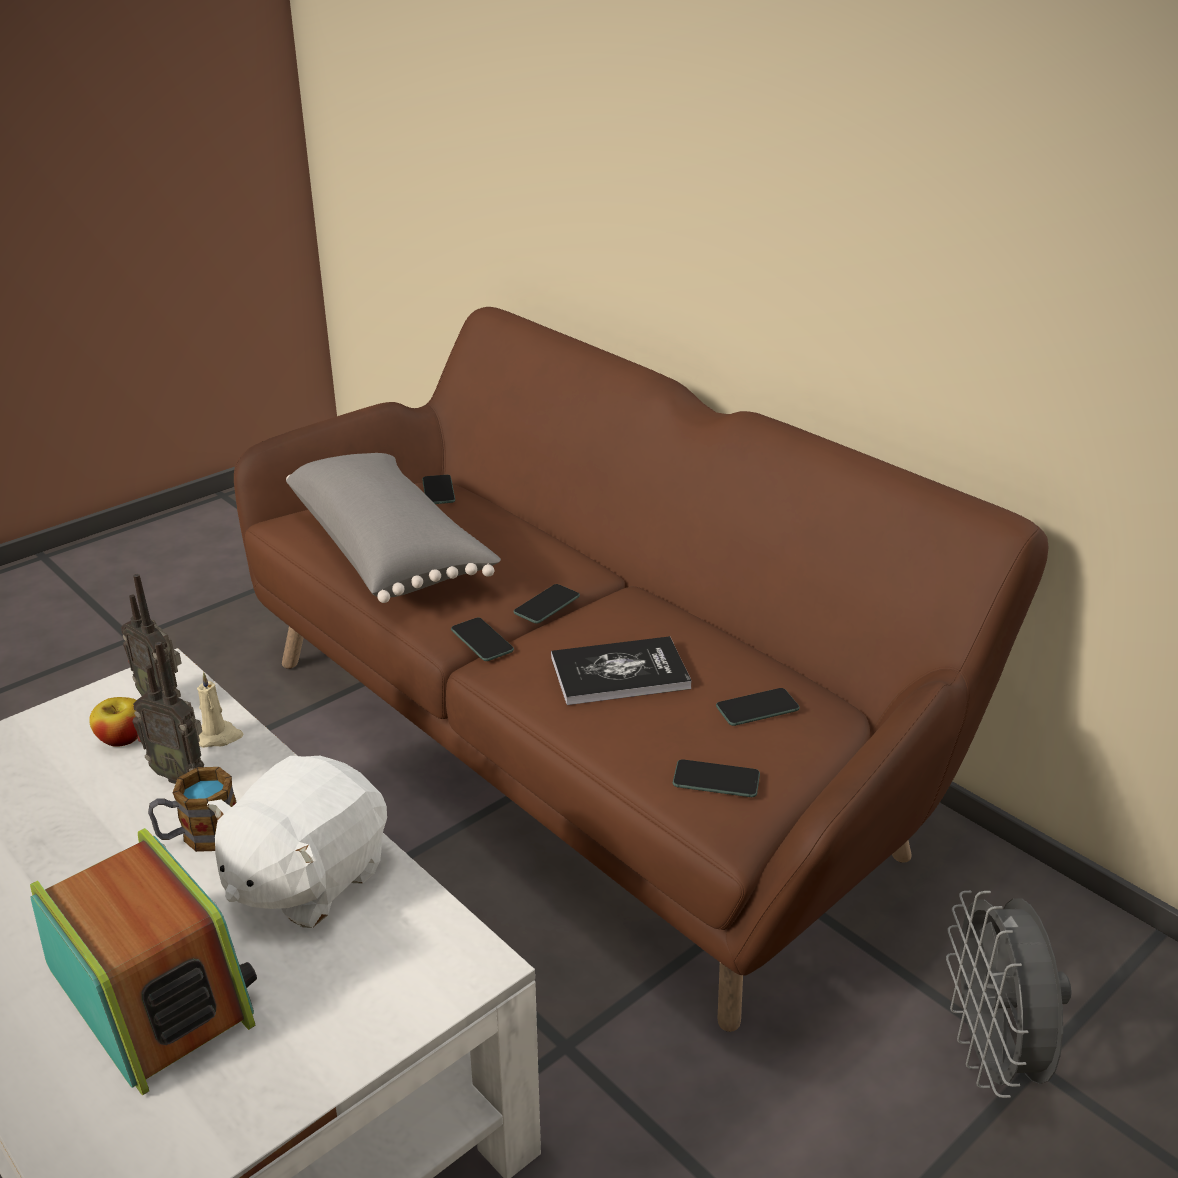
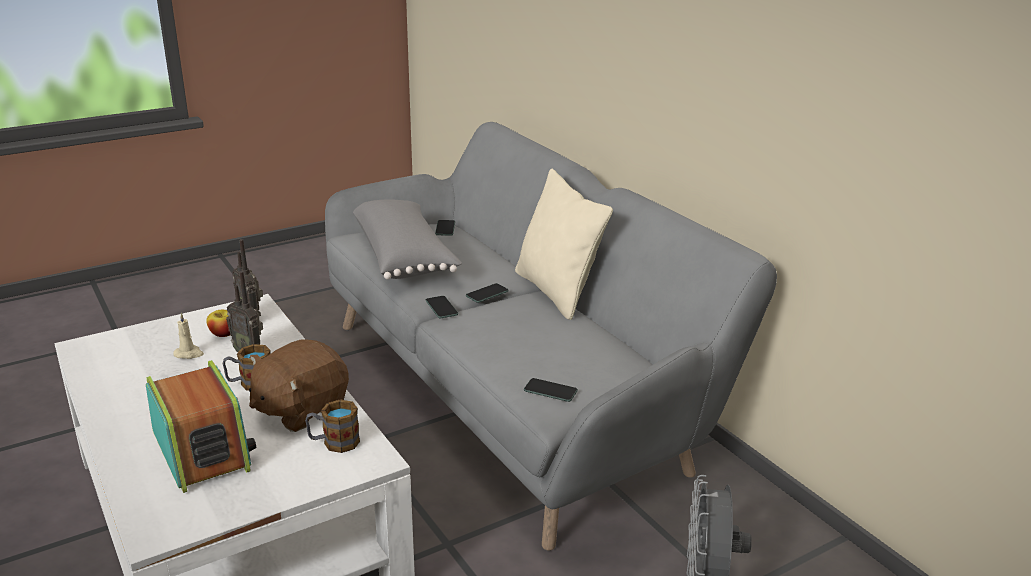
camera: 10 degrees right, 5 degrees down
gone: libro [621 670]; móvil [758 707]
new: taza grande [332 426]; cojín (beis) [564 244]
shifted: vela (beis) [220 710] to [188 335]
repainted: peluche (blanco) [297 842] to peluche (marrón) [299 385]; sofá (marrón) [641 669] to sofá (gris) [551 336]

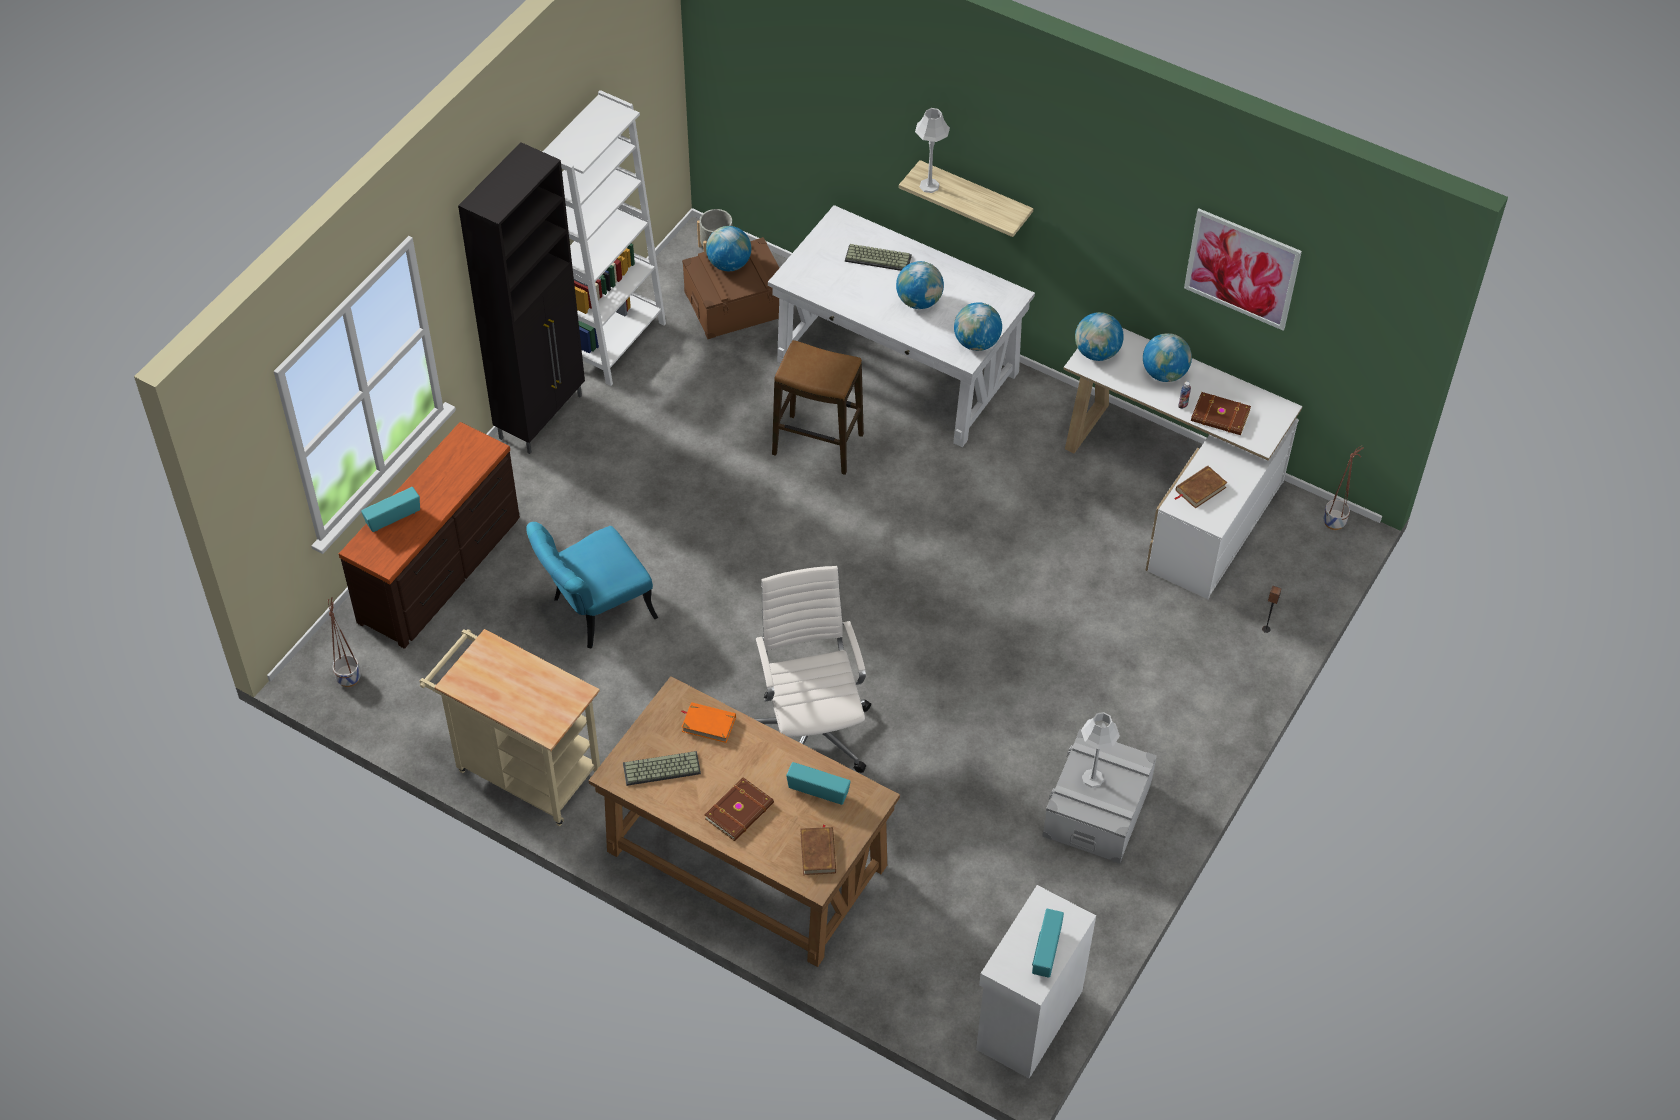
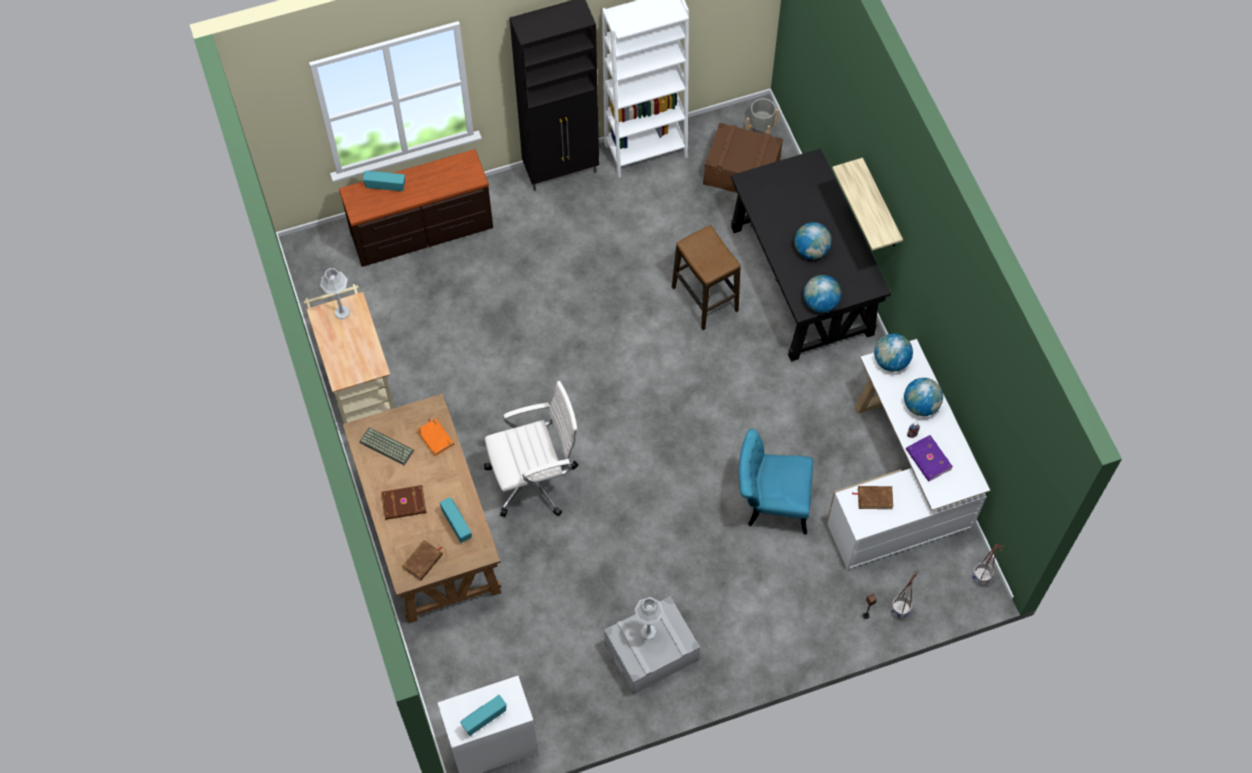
camera: 40 degrees right, 10 degrees up
gone: globo terráqueo [728 248]; teclado [878 257]; cuadro [1243 269]
shifted: lámpara de mesa (gris) [932 150] to [335 293]; silla (turquesa) [592 585] to [775 482]; maceta [344 642] to [905 595]
repainted: escritorio (blanco) [901 326] to escritorio (negro) [811 254]; libro (marrón) [1221 413] to libro (morado) [929 458]
rotated: silla de oficina (blanco) [812 669] = [531 449] 45 degrees clockwise

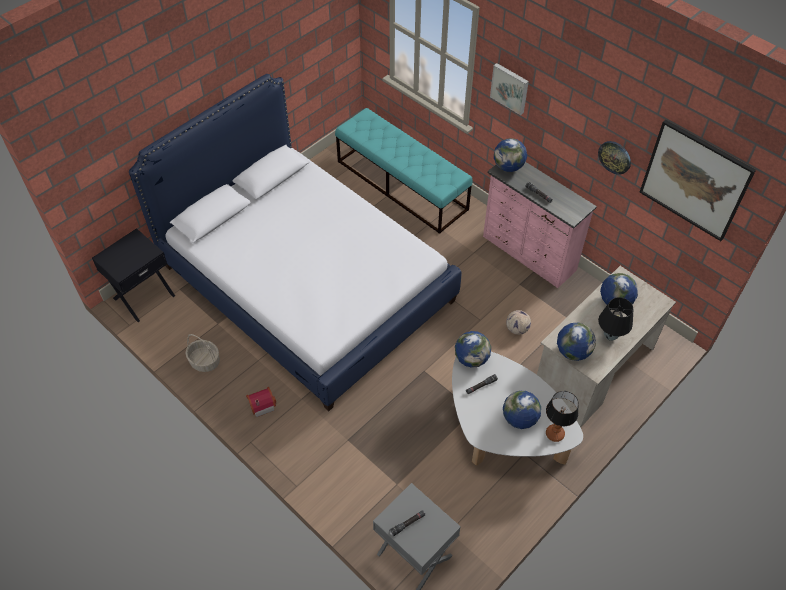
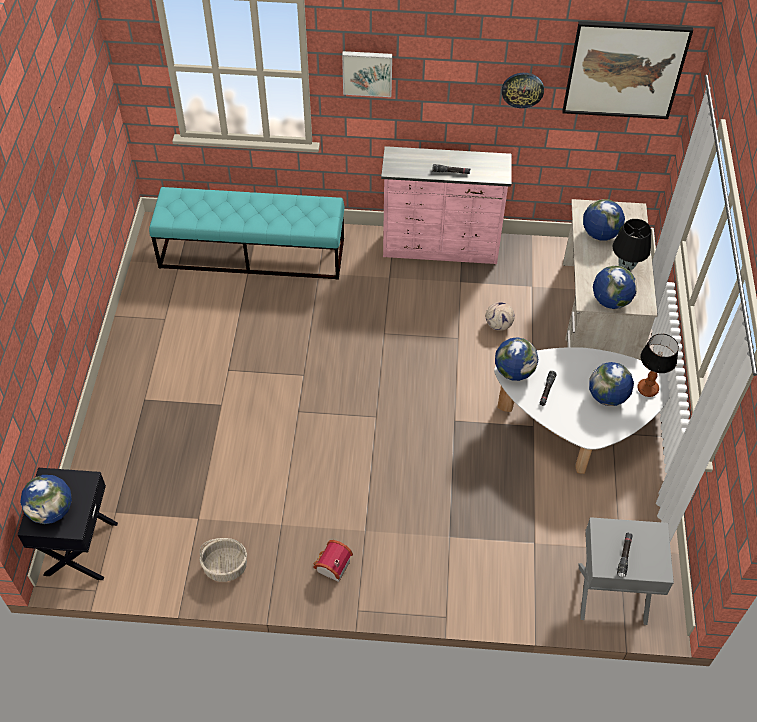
camera: 40 degrees left, 0 degrees up
gone: cama [295 242]
shifted: globo terráqueo [510 155] to [46 499]

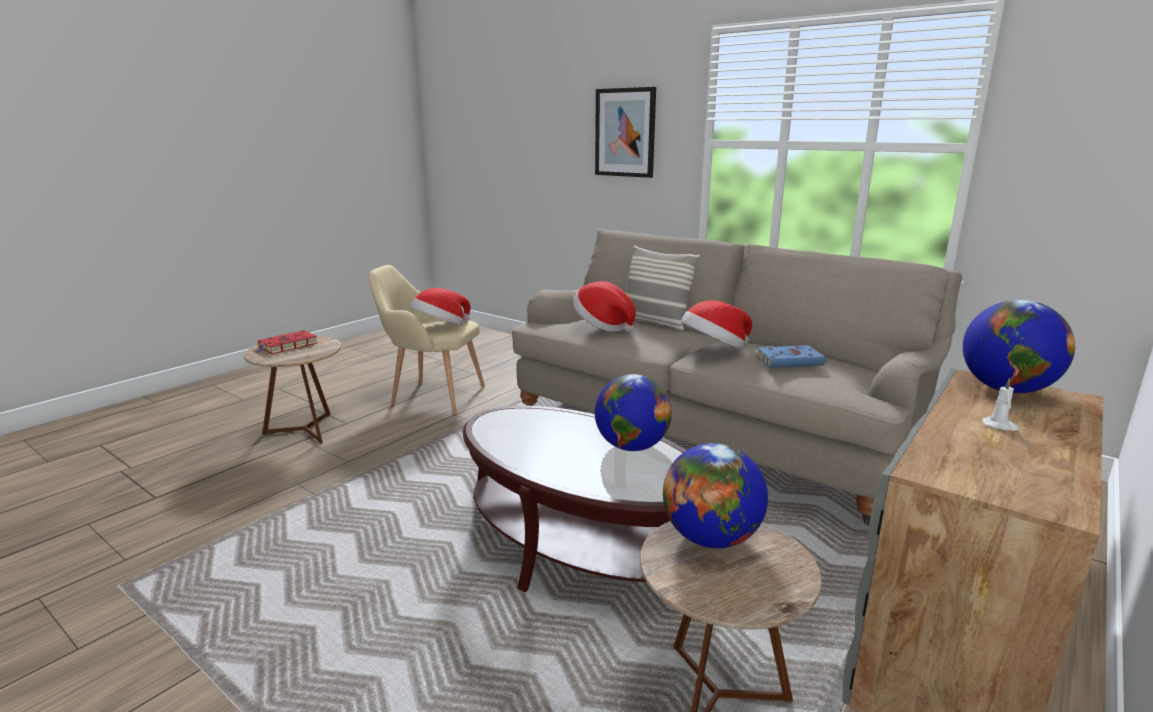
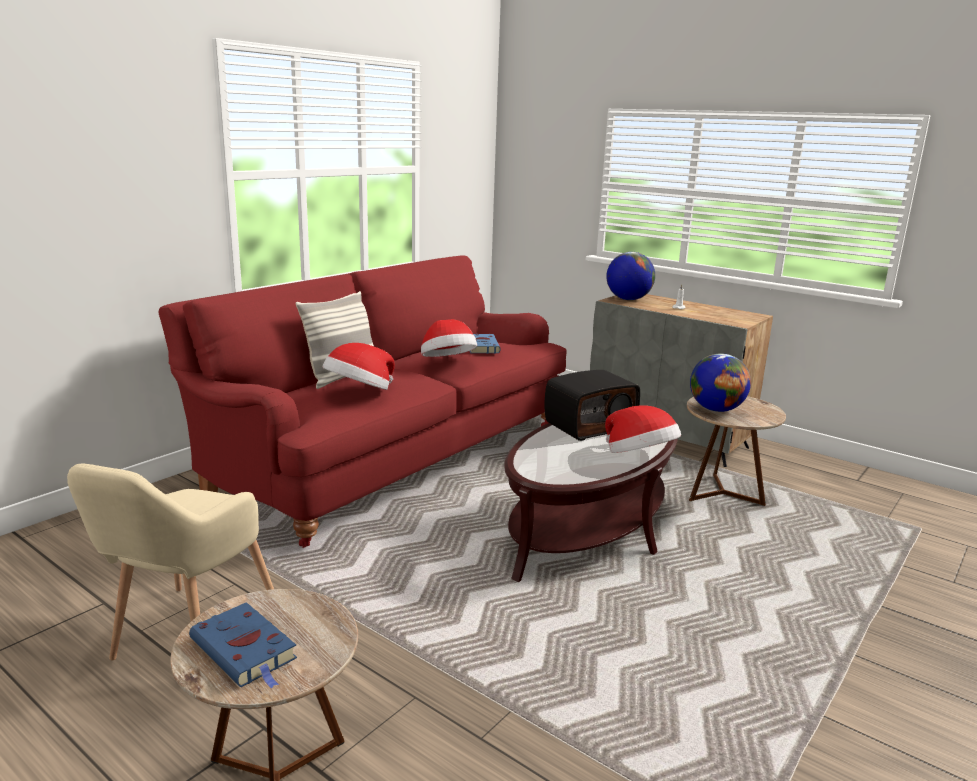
camera: 90 degrees left, 0 degrees up
gone: cuadro [625 132]
shifted: sombrero [440 306] to [643 429]
swapped: globo terráqueo [633 412] to radio [592 405]
repainted: sofá (beis) [737 377] to sofá (rojo) [363 402]; libro (rojo) [286 342] to libro (azul) [243 645]

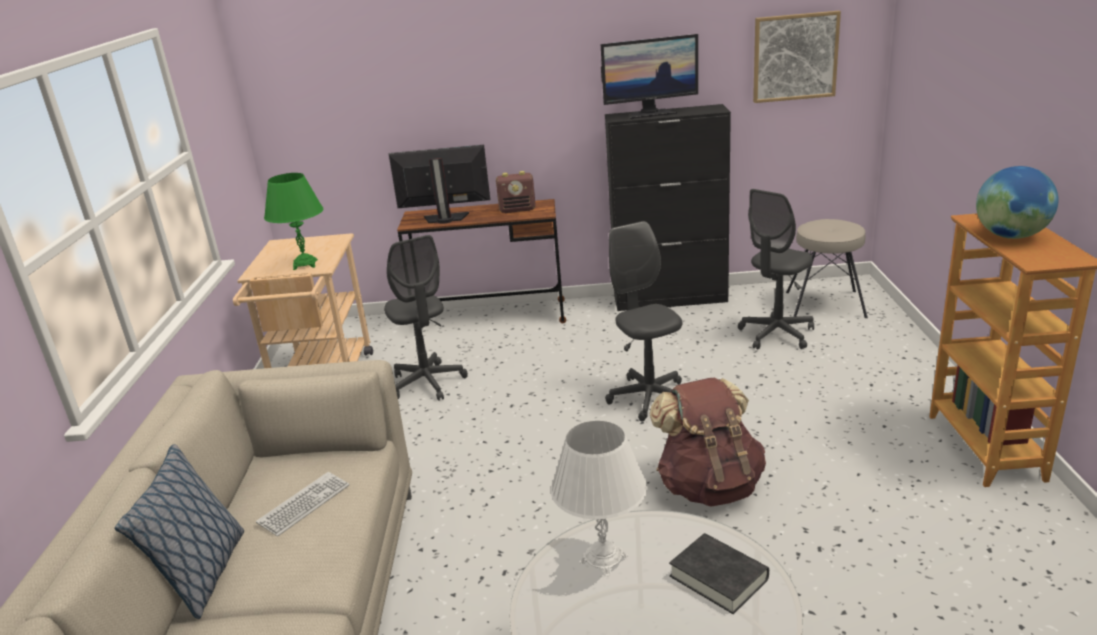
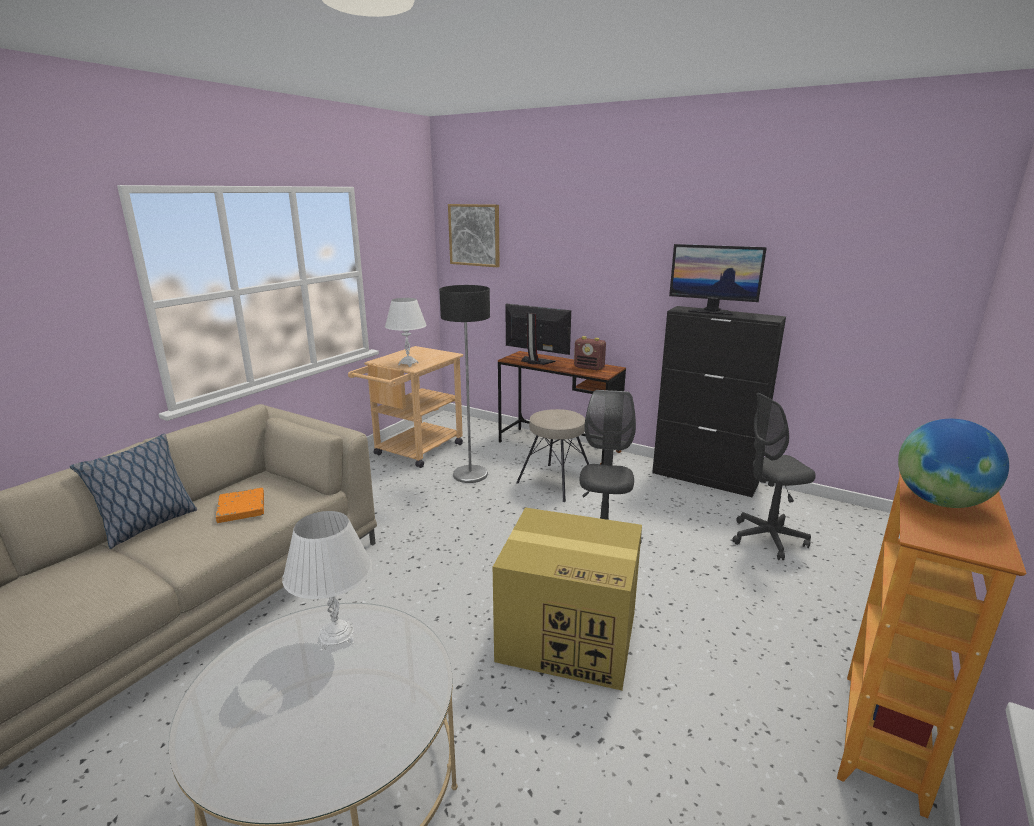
camera: 30 degrees right, 5 degrees down
gone: libro (negro) [719 573]
shifted: cuadro [797 57] to [474 235]; taburete (beis) [827 268] to [552 455]
swapped: teclado [302 504] to libro (naranja) [240 505]; silla de oficina (gris) [426 318] to lámpara de pie [464 384]; mochila (marrón) [708 442] to caja de cartón [567 599]
repainted: lámpara de mesa (verde) [293 221] to lámpara de mesa (blanco) [406 332]

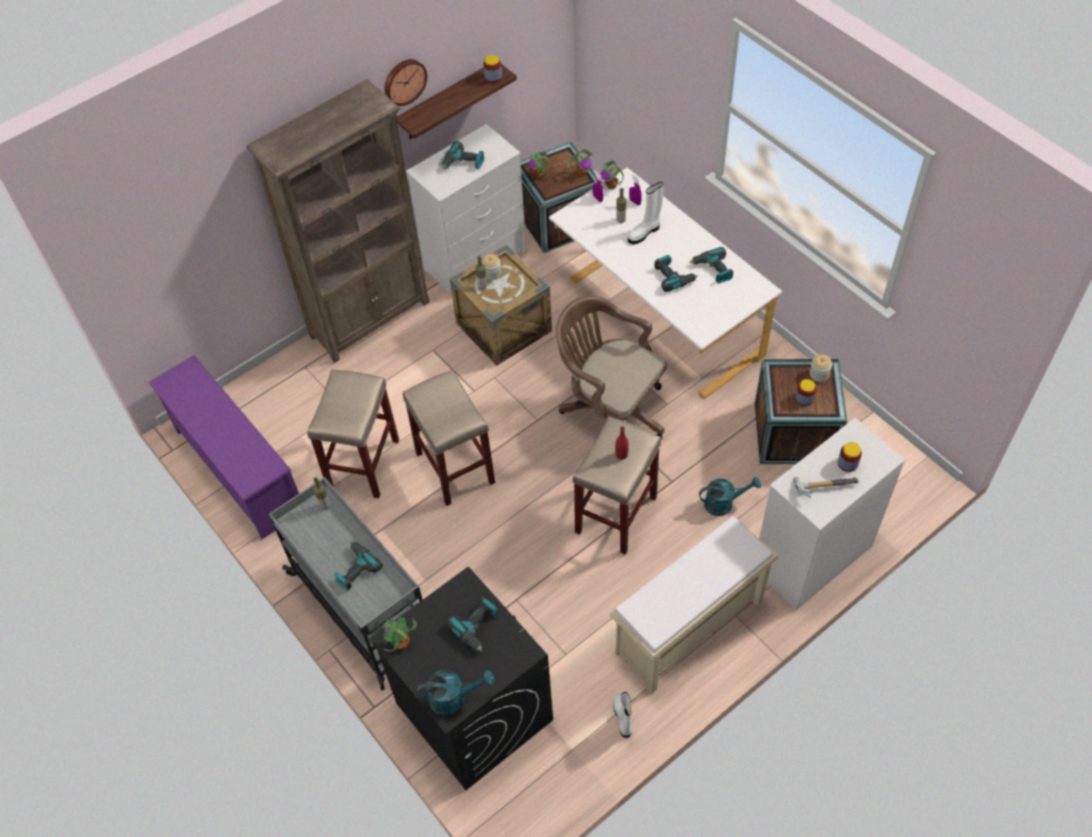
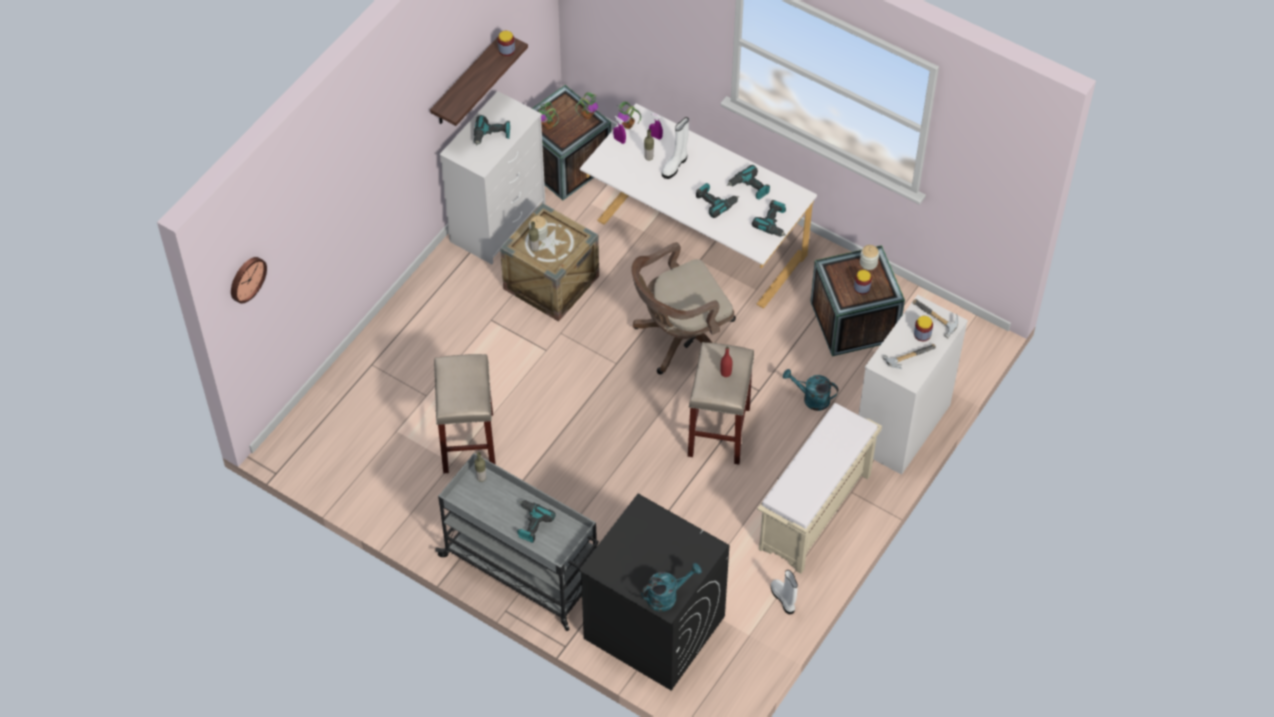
camera: 20 degrees left, 0 degrees up
gone: zapatero (morado) [223 447]; estantería (marrón) [338 221]; planta en maceta [400 634]; taburete (beis) [449 438]
new: martillo [935 318]
shifted: reloj de pared [405 82] to [249 280]; taladro [471 624] to [769 218]
rotated: silla de oficina (marrón) [611 368] = [683 308] 45 degrees counterclockwise; regadera (turquesa) [730 496] = [810 390] 135 degrees counterclockwise

